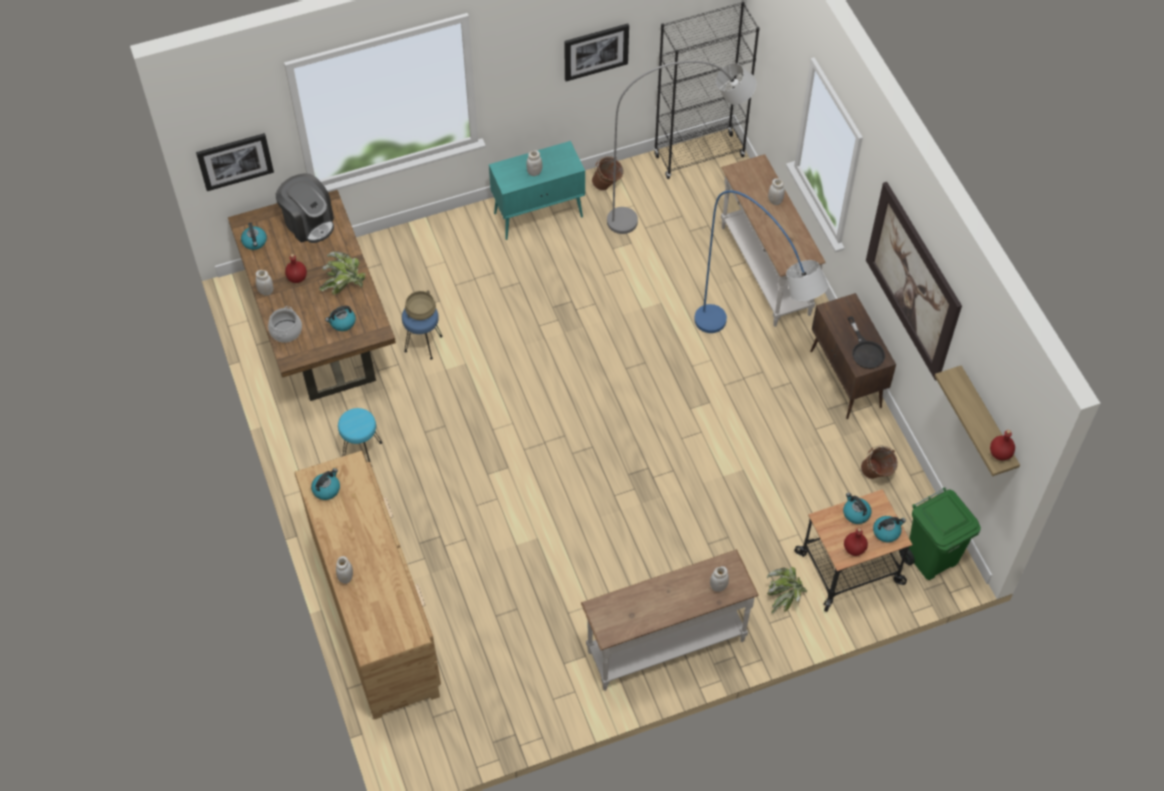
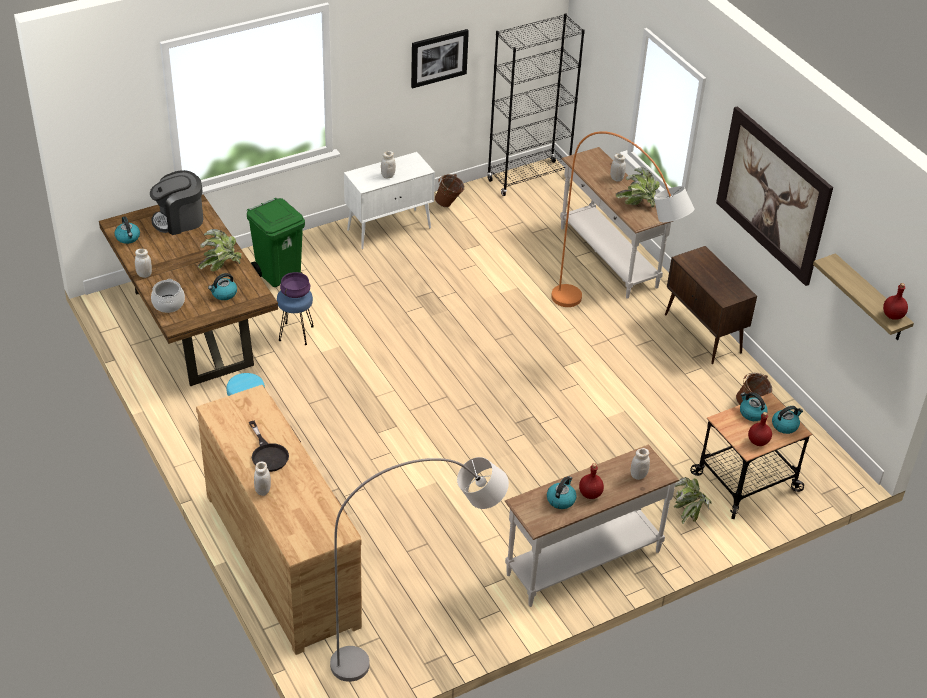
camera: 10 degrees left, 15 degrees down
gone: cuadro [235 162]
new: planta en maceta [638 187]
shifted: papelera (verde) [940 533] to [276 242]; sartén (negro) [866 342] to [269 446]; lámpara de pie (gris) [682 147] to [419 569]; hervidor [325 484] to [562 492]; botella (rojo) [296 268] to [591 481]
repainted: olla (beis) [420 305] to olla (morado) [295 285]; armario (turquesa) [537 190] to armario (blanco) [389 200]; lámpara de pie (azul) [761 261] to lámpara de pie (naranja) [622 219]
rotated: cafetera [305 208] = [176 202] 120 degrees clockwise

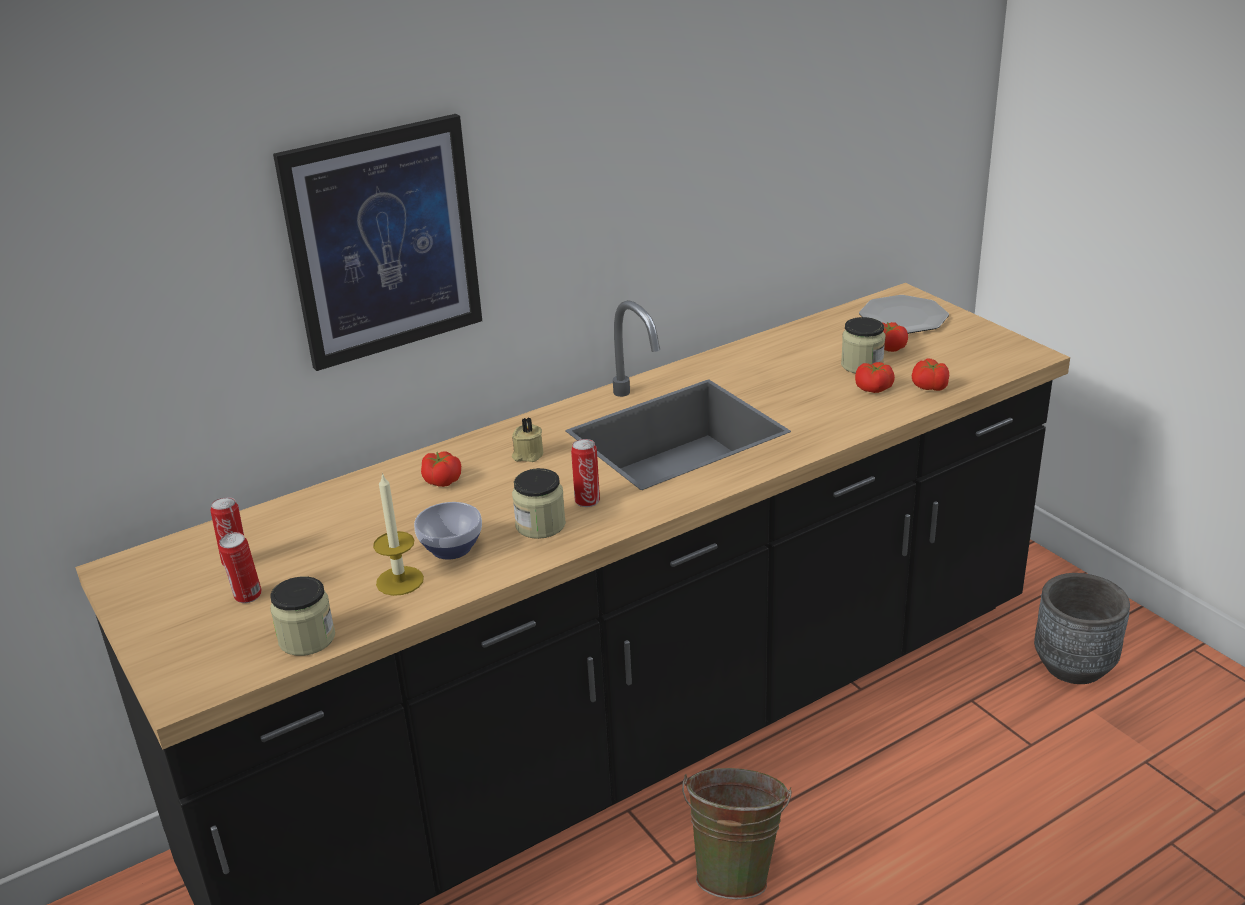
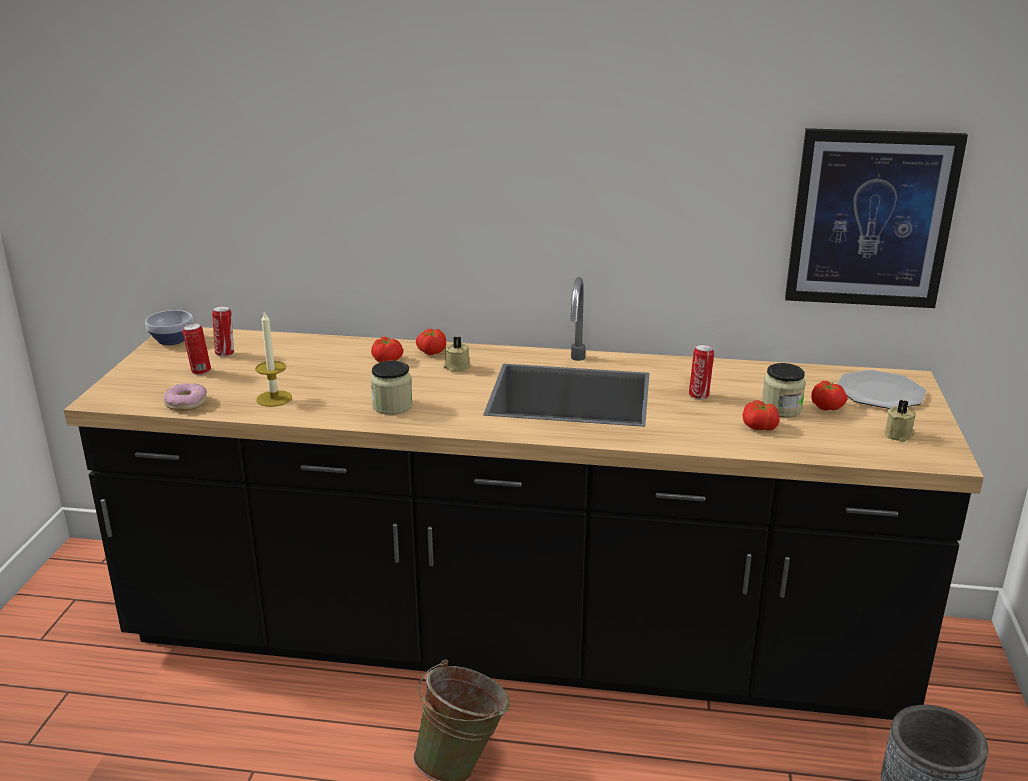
camera: 40 degrees right, 5 degrees down
new: vela (beis) [900 421]
shifted: cuenco [448 531] to [169 327]; tomate [930 374] to [431 342]; lata [585 473] to [701 372]; cuadro [377 242] to [876 218]
swapped: tarro [302 616] to rosquilla [185 397]

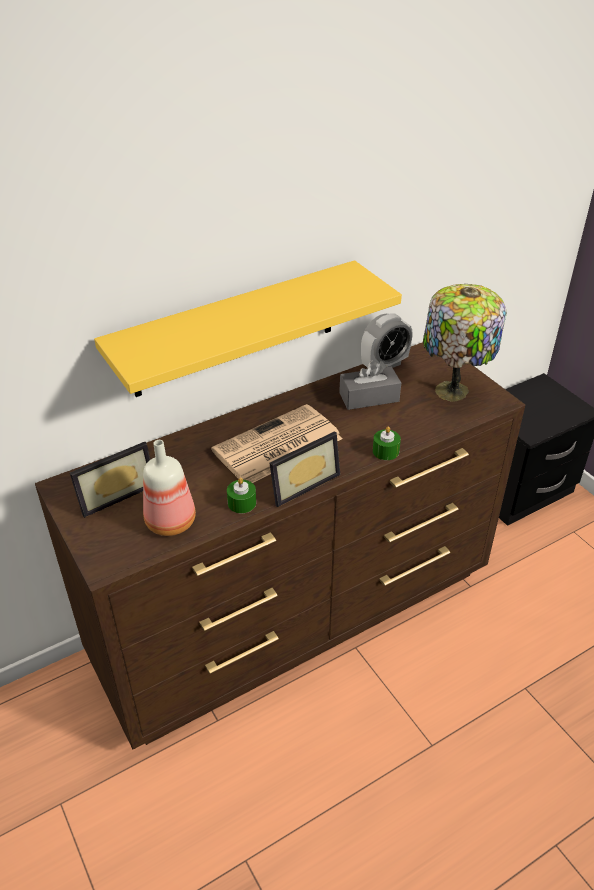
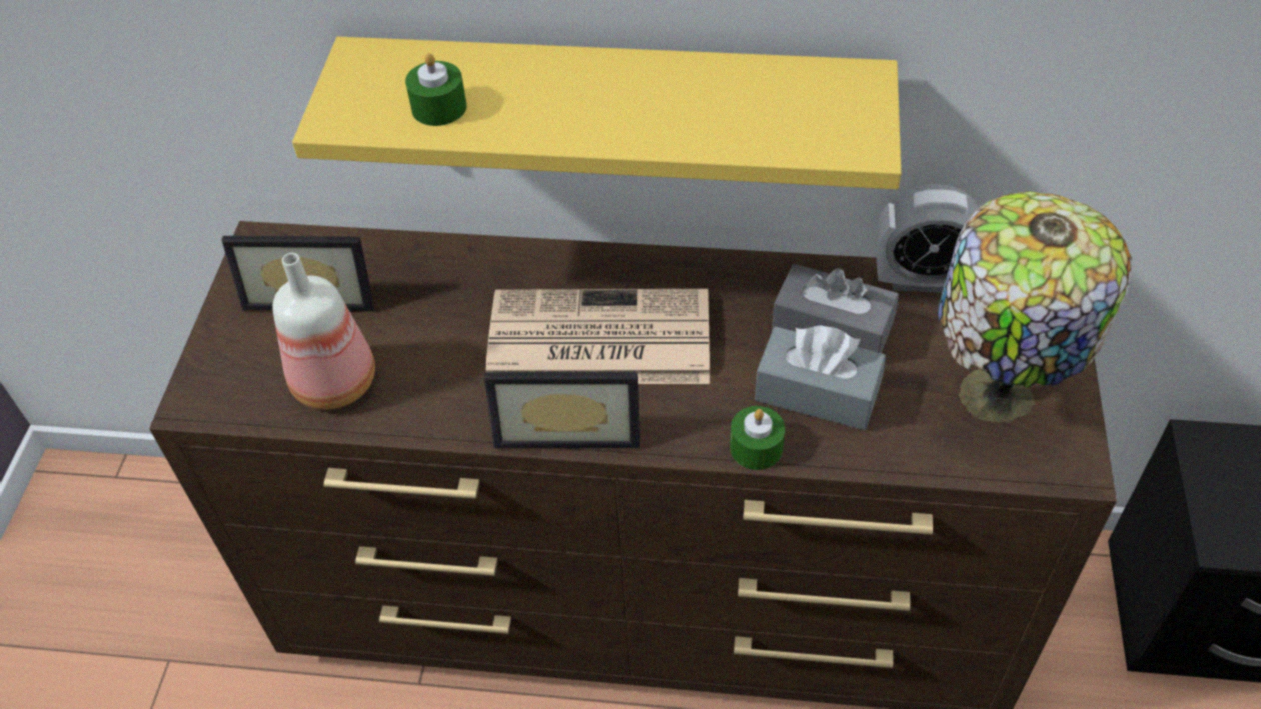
camera: 40 degrees right, 10 degrees up
new: caja de pañuelos (gris) [820 377]
shifted: vela (verde) [241 495] to [436 89]

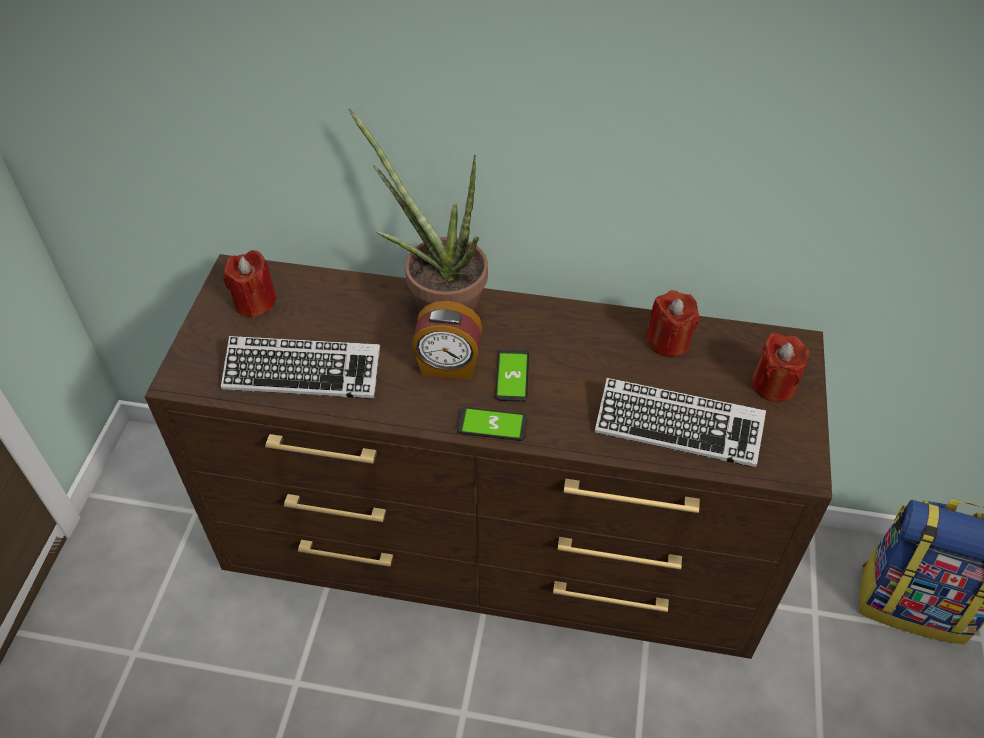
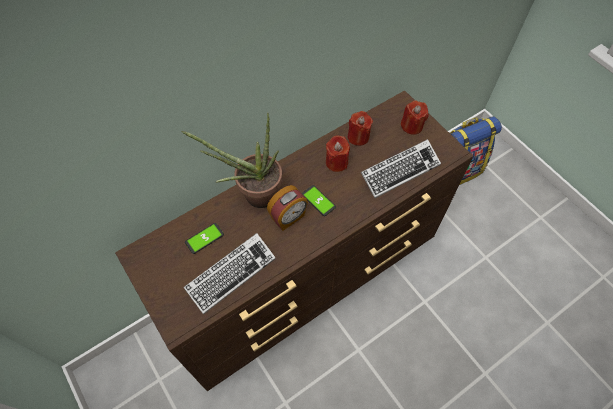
camera: 45 degrees left, 10 degrees up
shifted: móvil [492 424] to [204 238]; vela (rojo) [250 284] to [338 153]

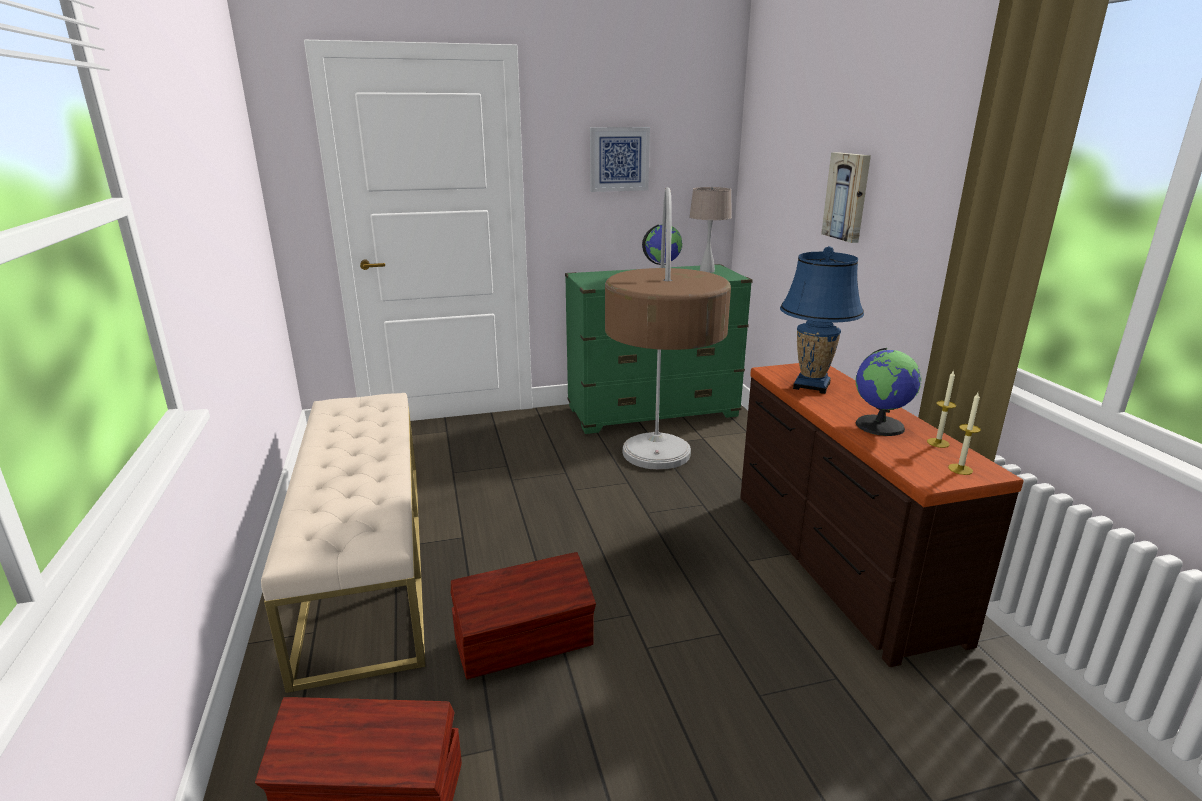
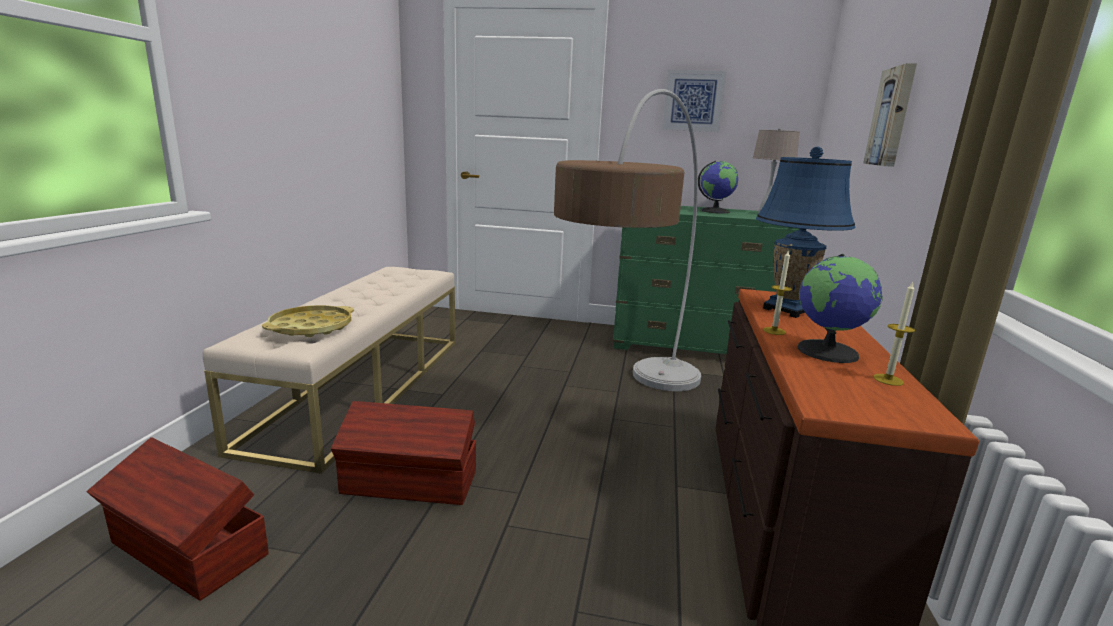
camera: 25 degrees right, 5 degrees down
new: bandeja (amarillo) [308 321]
shifted: vela [964 434] to [777 293]

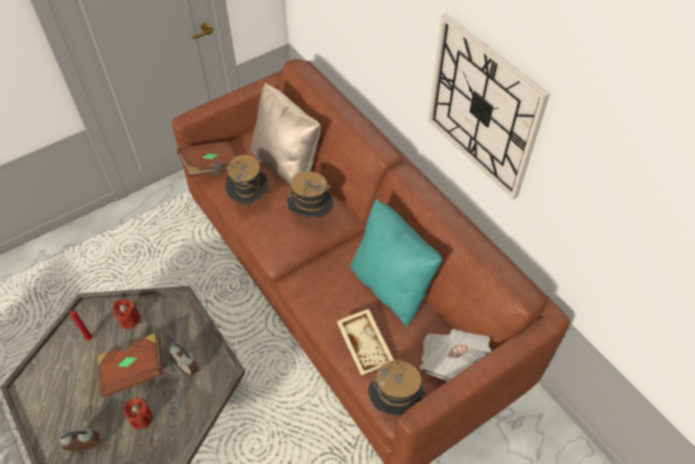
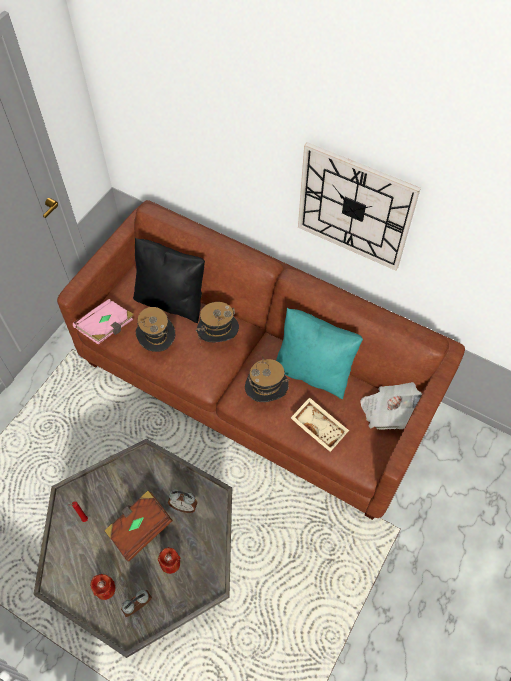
camera: 25 degrees left, 5 degrees up
shifted: vela (rojo) [127 313] to [103 587]; sombrero [397 386] to [267 379]
repainted: libro (marrón) [207 159] to libro (rosa) [103 321]; cojín (beis) [286 134] to cojín (negro) [169 280]

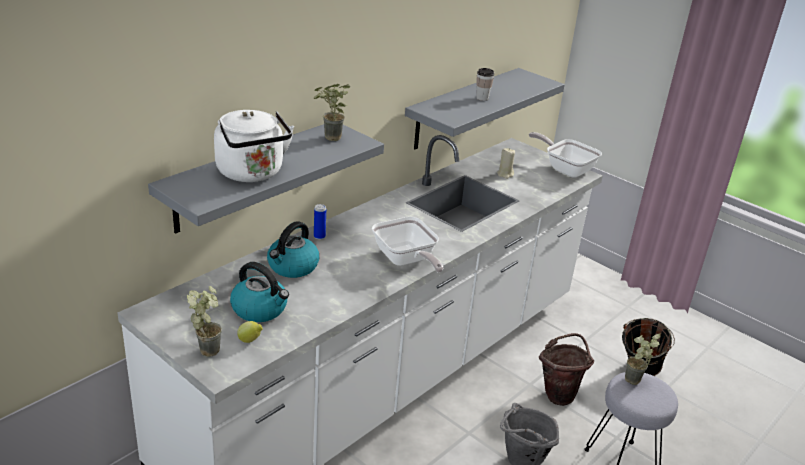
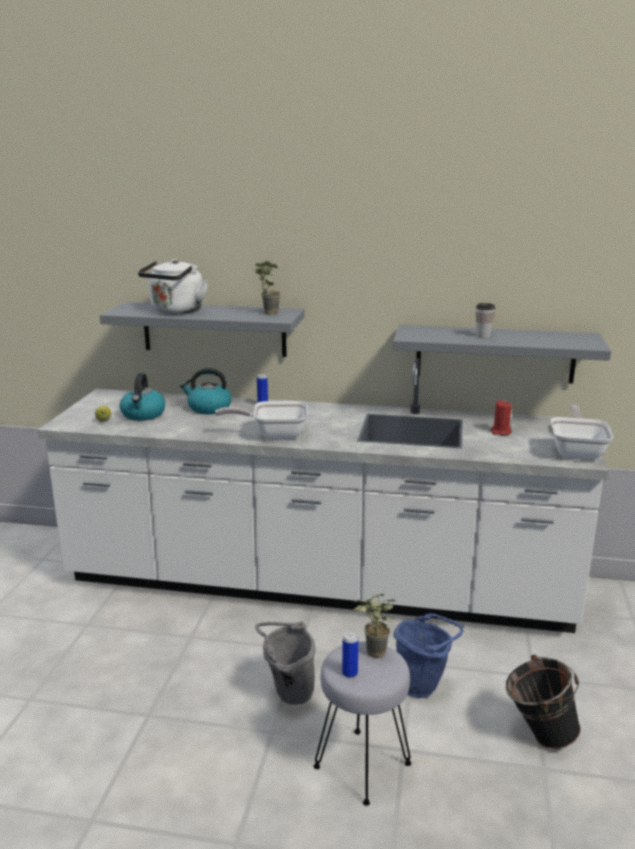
camera: 60 degrees right, 10 degrees down
gone: planta en maceta [204 321]
new: lata [350 654]
repainted: cubo (marrón) [566 369] to cubo (azul) [428 655]; vela (beis) [506 163] to vela (rojo) [501 418]
rotated: sartén [407 245] = [261 420] 60 degrees clockwise

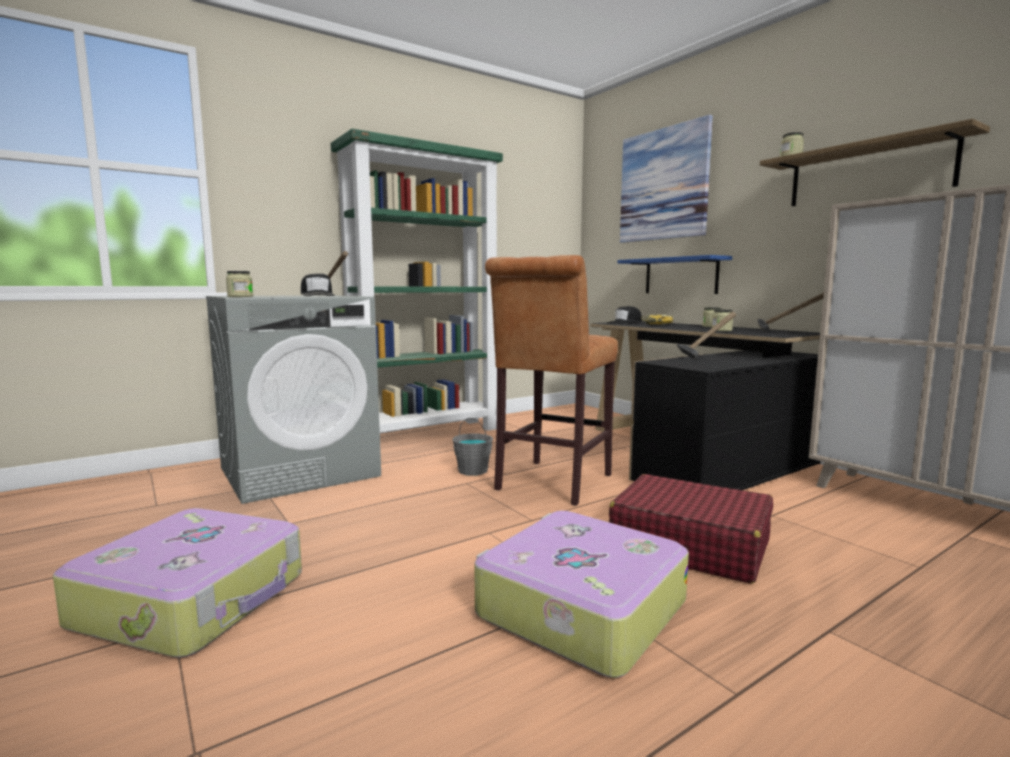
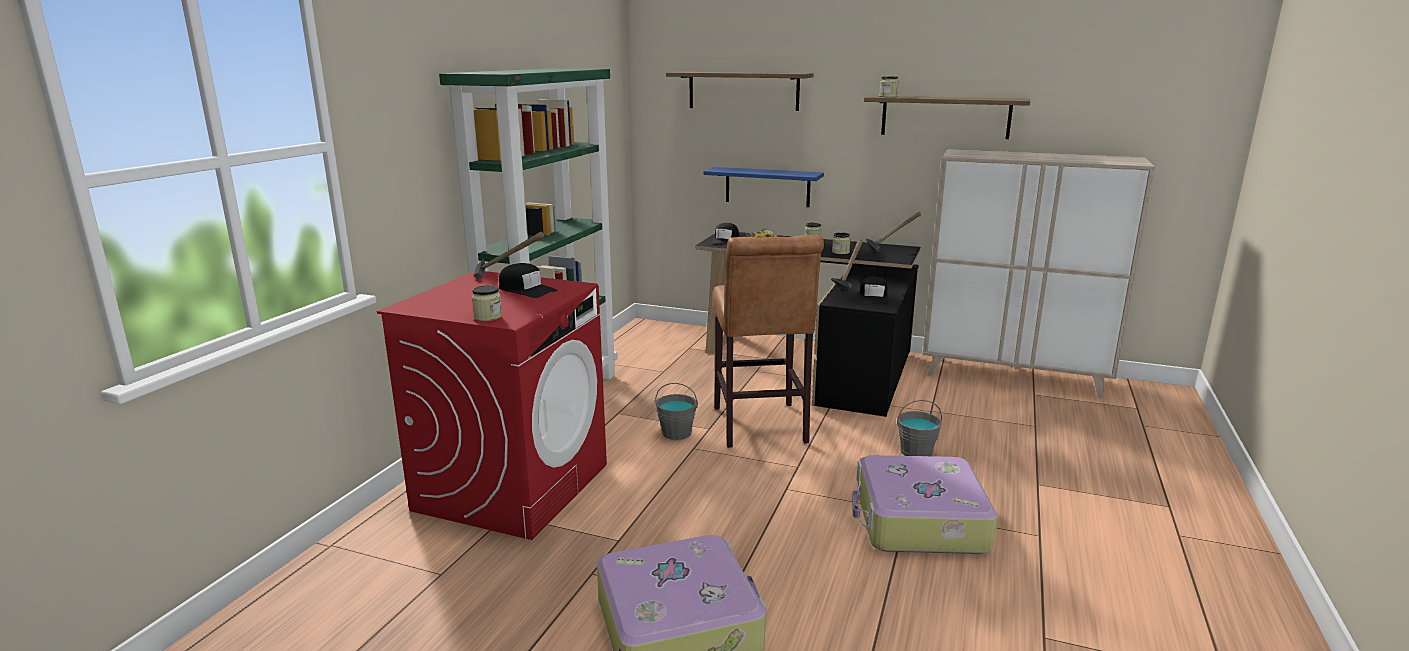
camera: 35 degrees left, 10 degrees up
new: gorra (negro) [873 290]
swapped: cuadro [666 179] to estante [740 91]; maleta (rojo) [691 529] to cubo (gris) [919 428]
repainted: lavadora (gris) [293 399] to lavadora (rojo) [492 405]

